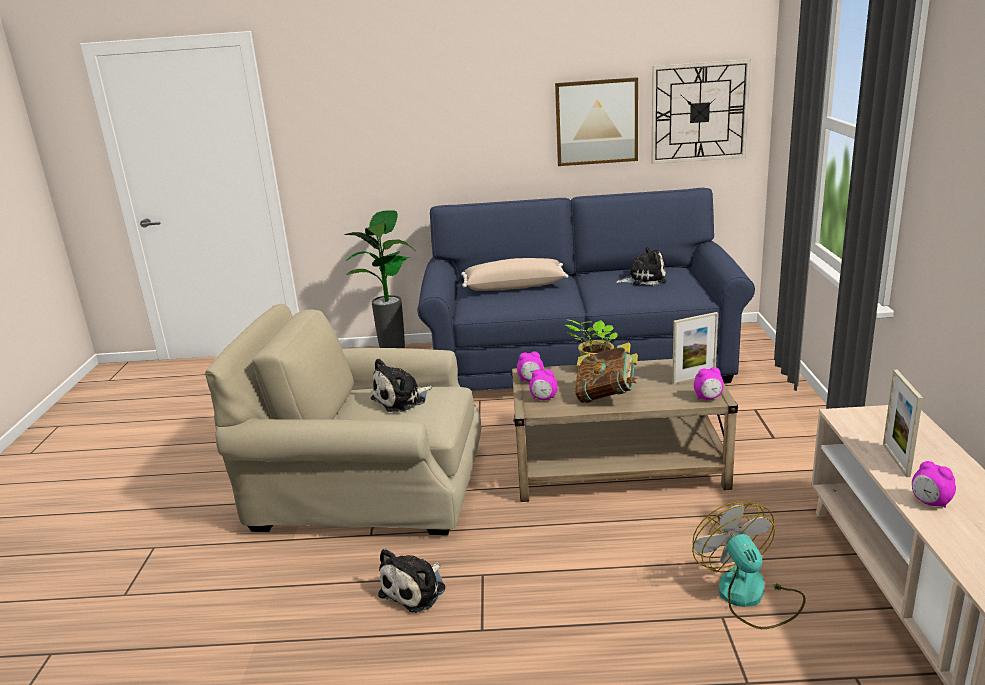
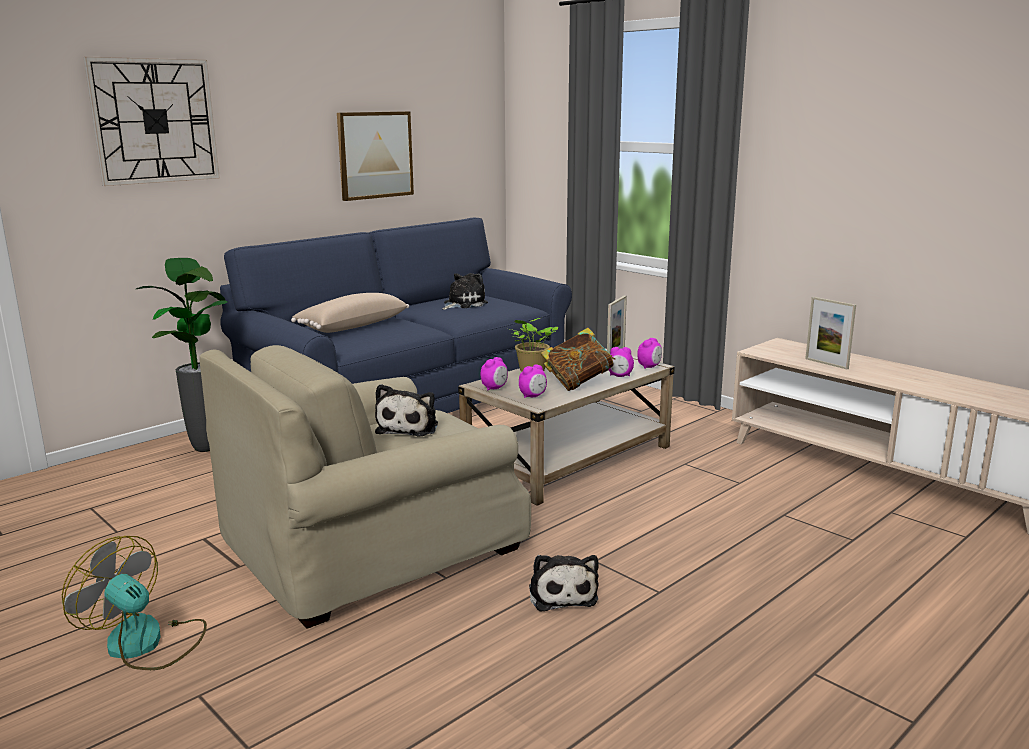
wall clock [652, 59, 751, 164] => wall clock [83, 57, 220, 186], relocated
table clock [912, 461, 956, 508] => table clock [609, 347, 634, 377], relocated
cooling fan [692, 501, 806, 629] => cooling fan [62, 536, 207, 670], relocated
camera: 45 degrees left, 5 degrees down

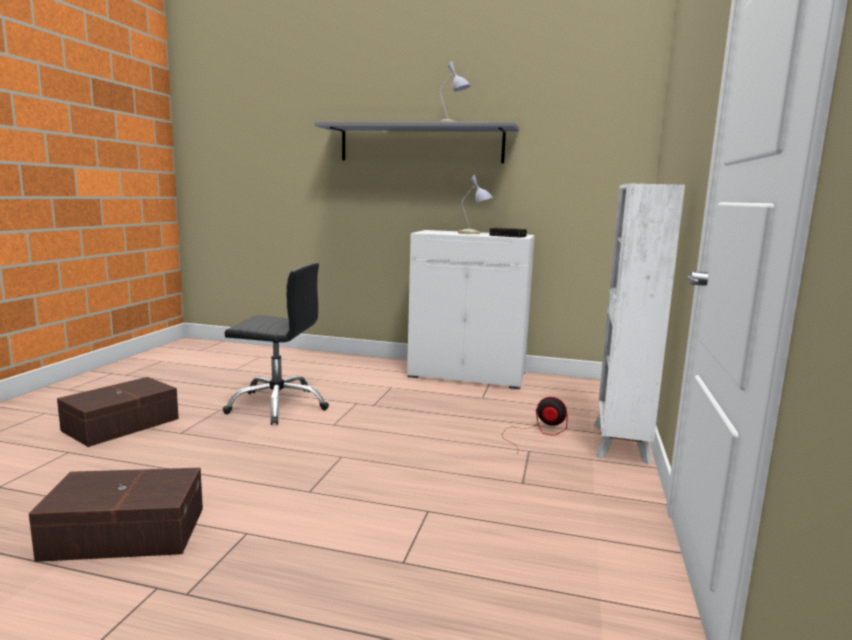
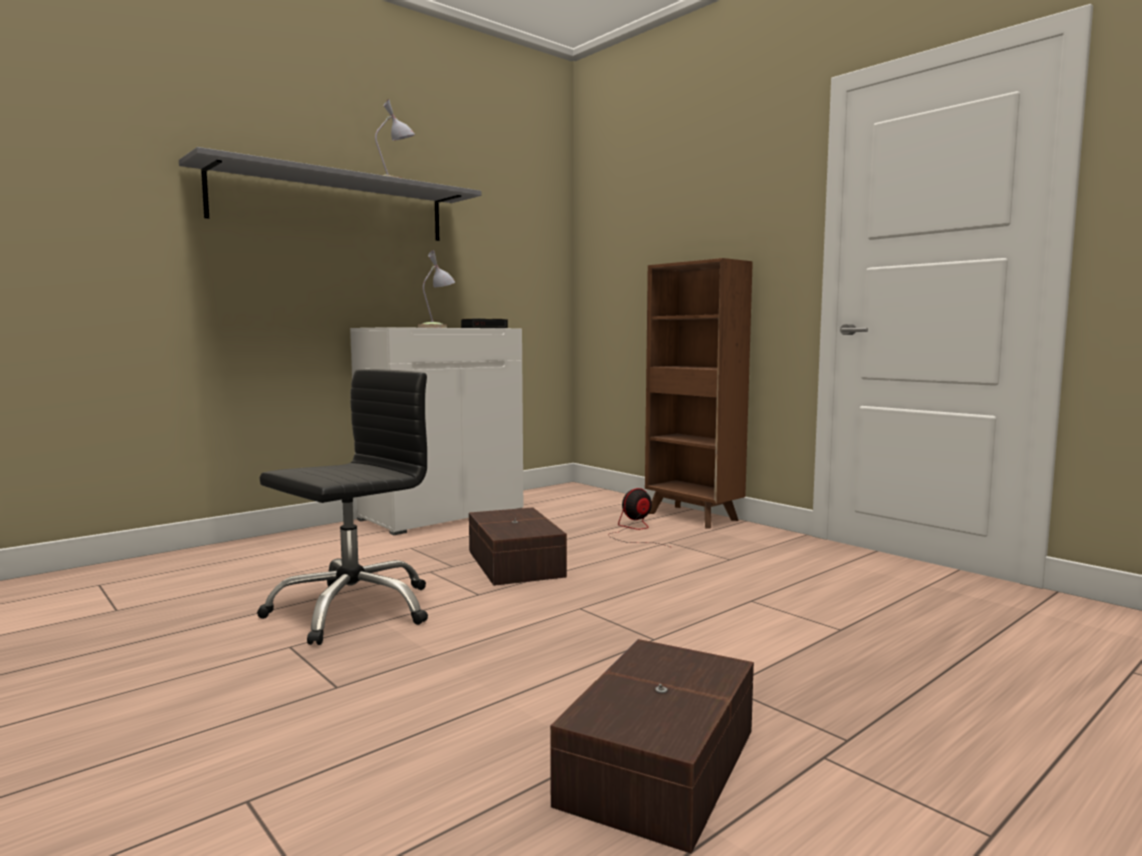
white-coloured bookshelf [594, 183, 685, 464] => brown bookshelf [645, 258, 753, 528]
brown storage container [57, 377, 179, 447] => brown storage container [469, 507, 567, 586], relocated
camera: 55 degrees left, 5 degrees down

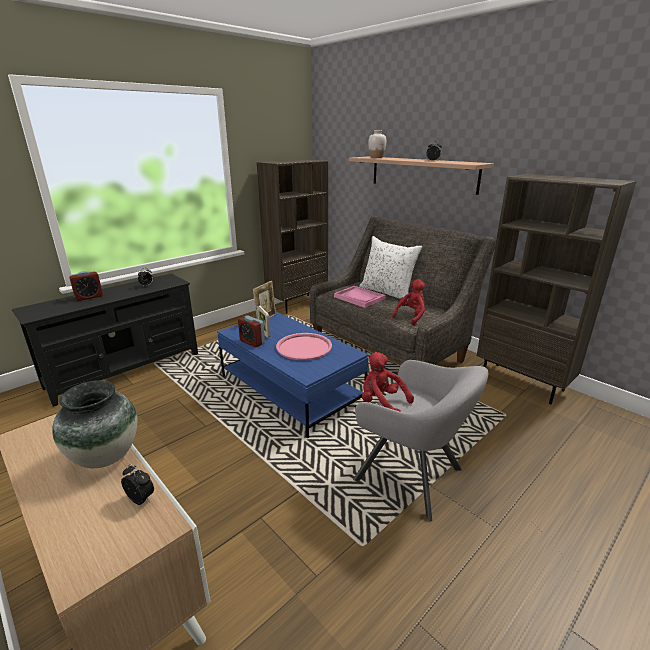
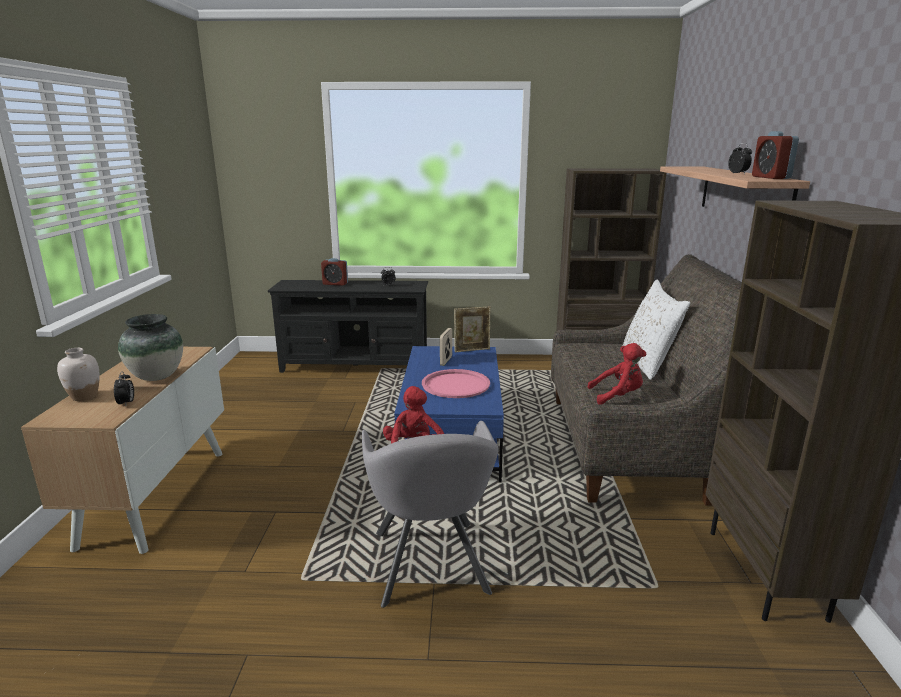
white-coloured vase [368, 130, 386, 158] => white-coloured vase [57, 348, 99, 401], relocated
pinkish serving tray [334, 286, 386, 308] => nothing
table clock [238, 315, 265, 347] => table clock [752, 131, 799, 179], relocated
camera: 45 degrees right, 5 degrees down

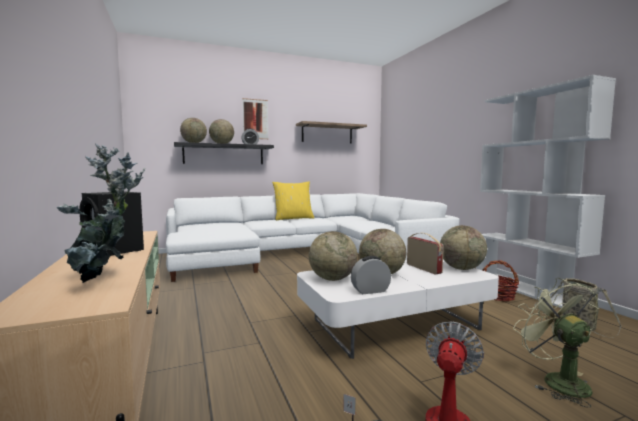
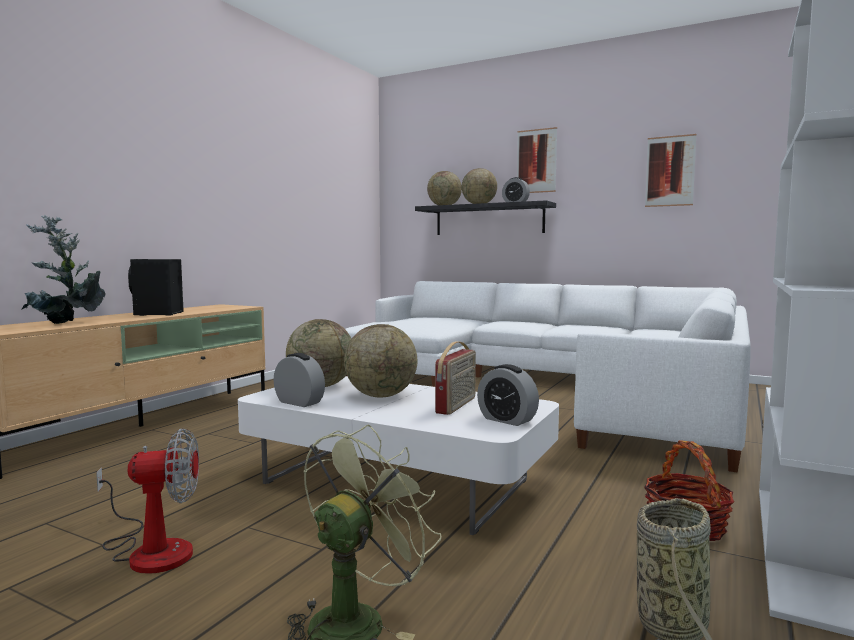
shelf [296, 121, 367, 143] => picture [645, 134, 697, 207]
yellow-coloured pillow [272, 182, 314, 220] => nothing
globe [440, 225, 487, 270] => table clock [477, 364, 539, 426]
camera: 50 degrees right, 0 degrees up

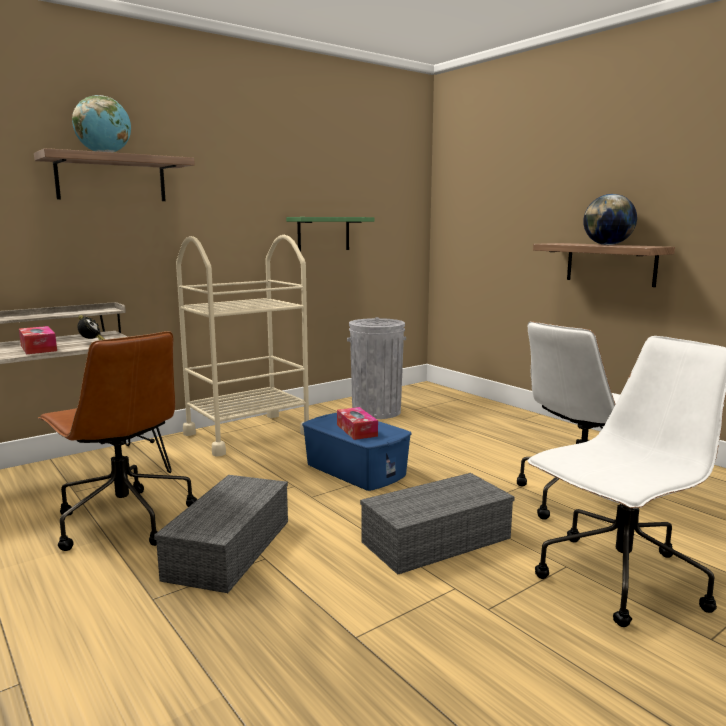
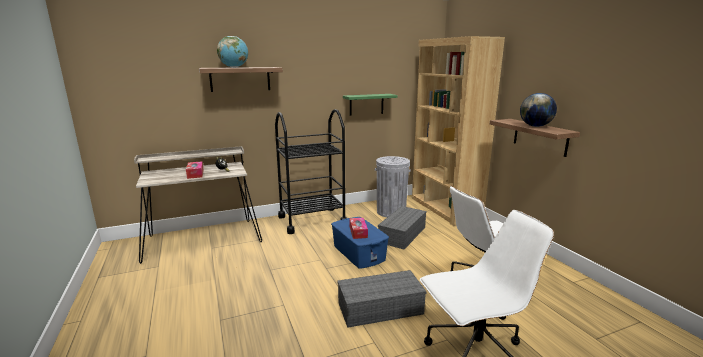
beige wheeled cart [176, 235, 309, 457] => black-coloured wheeled cart [275, 109, 347, 234]
brown computer chair [38, 331, 197, 551] => nothing
gray storage container [154, 475, 288, 593] => gray storage container [378, 206, 427, 250], relocated
nothing => brown bookshelf [412, 36, 505, 226]
camera: 15 degrees right, 5 degrees up

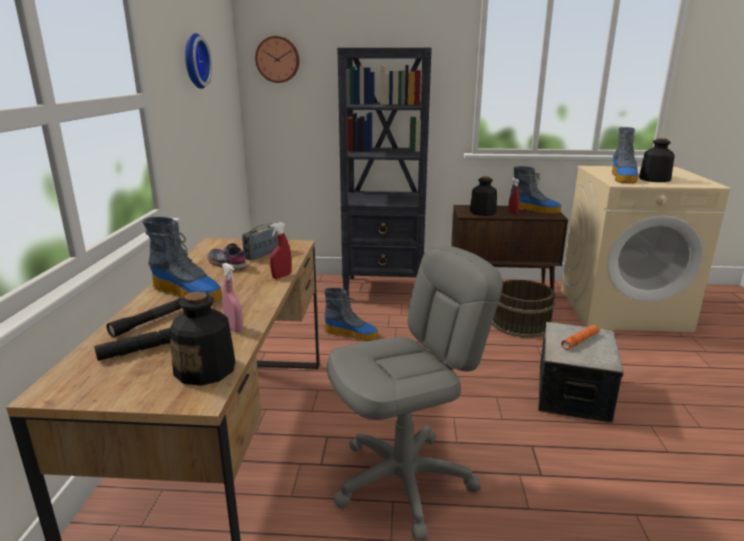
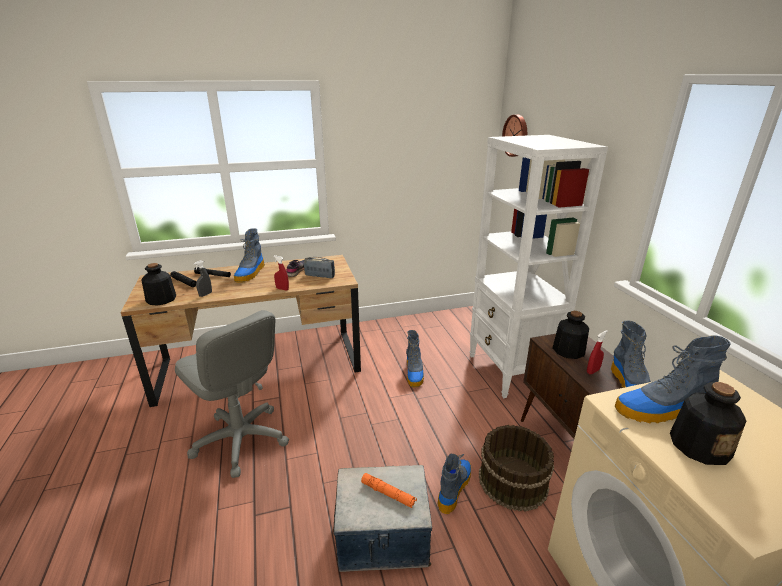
wall clock [185, 33, 212, 89] => nothing
black-coloured bookshelf [337, 48, 432, 296] => white-coloured bookshelf [470, 135, 608, 398]
pinkish spray bottle [222, 263, 243, 333] => gray spray bottle [193, 260, 212, 297]
nothing => tall boot [437, 453, 471, 514]
camera: 70 degrees right, 5 degrees up

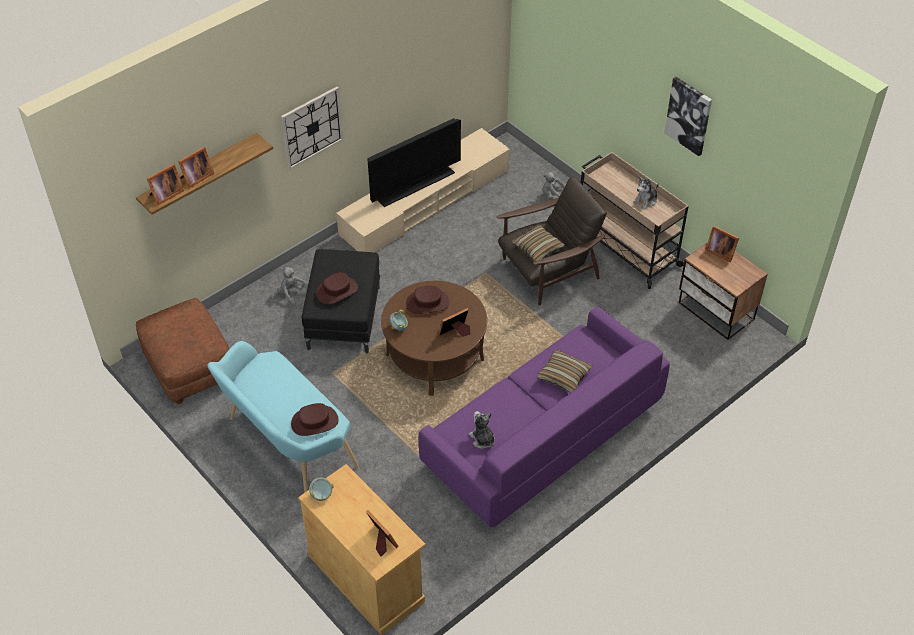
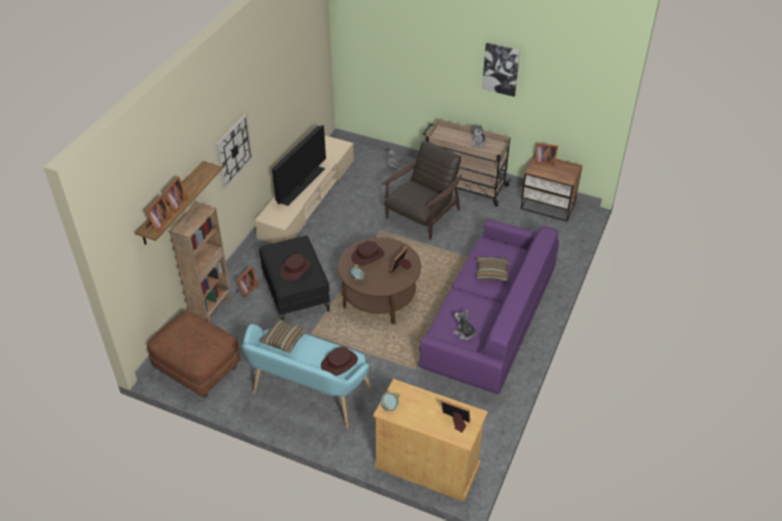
pillow [512, 225, 565, 261] => pillow [260, 318, 307, 353], relocated
gray cuddly toy [277, 267, 308, 306] => picture frame [236, 267, 259, 297]
nothing => brown bookshelf [169, 202, 231, 323]
camera: 25 degrees left, 5 degrees down

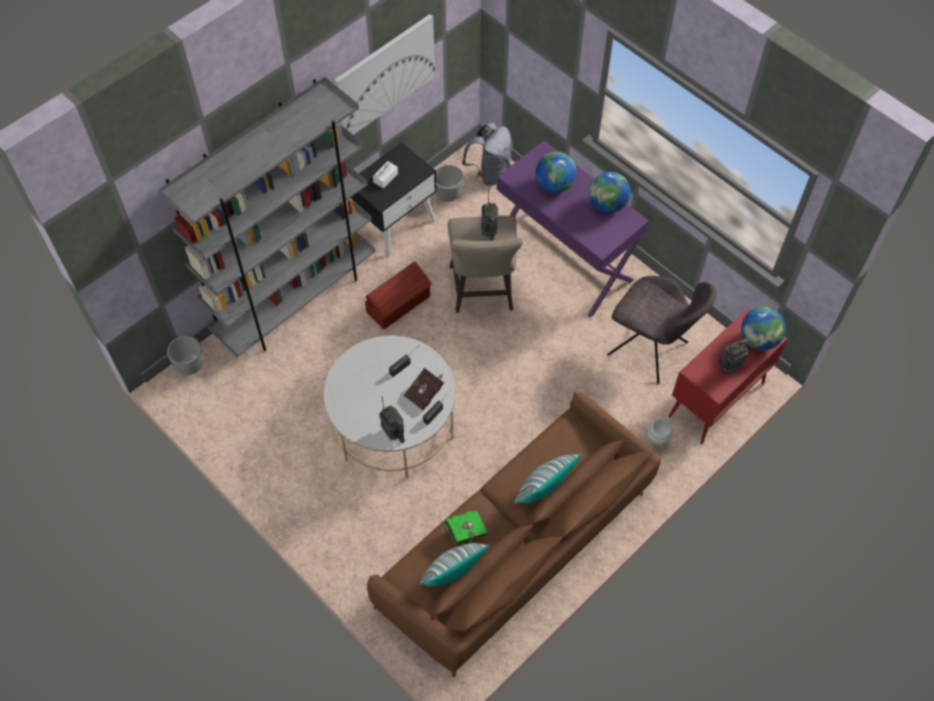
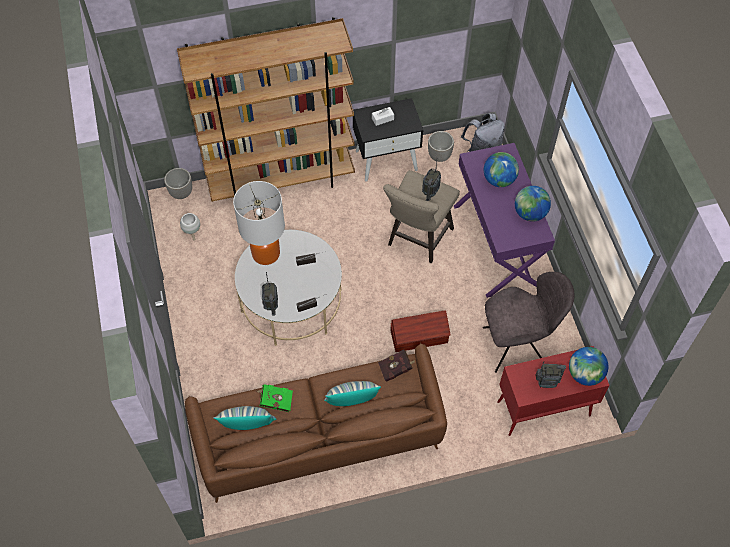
picture [334, 14, 435, 135] => nothing
gray bookshelf [158, 77, 375, 357] => brown bookshelf [177, 17, 355, 202]
brown storage container [365, 261, 432, 329] => brown storage container [391, 310, 450, 352], relocated
gray plain chair [607, 276, 716, 384] => gray plain chair [483, 272, 575, 373], 75 degrees counterclockwise
reddish bound book [404, 368, 444, 410] => reddish bound book [378, 349, 415, 382], relocated
white-coloured flower pot [647, 419, 673, 450] => white-coloured flower pot [180, 213, 200, 240], relocated
nothing => tabletop lamp [233, 181, 285, 265]
camera: 30 degrees right, 0 degrees up

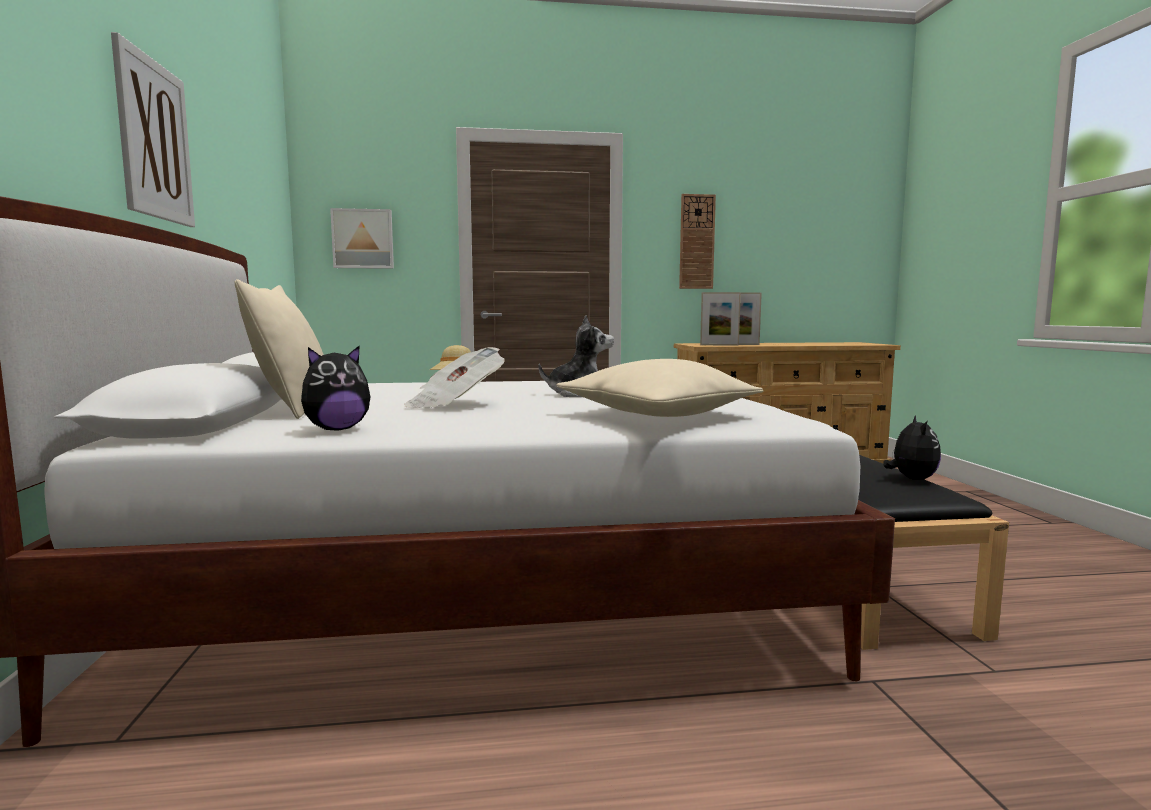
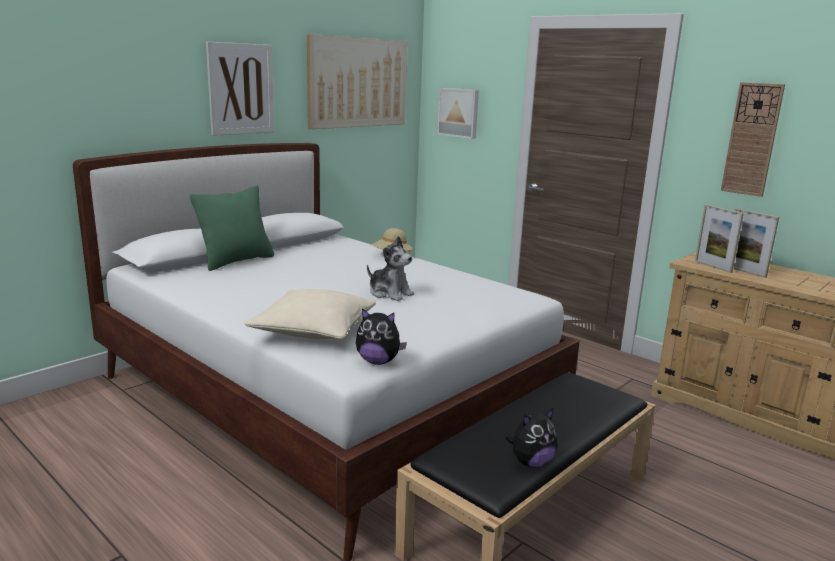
beige pillow [235, 279, 324, 419] => greenish pillow [190, 185, 274, 271]
cuddly toy [301, 346, 370, 431] => cuddly toy [356, 308, 407, 365], relocated
newspaper [404, 347, 505, 408] => nothing
nothing => picture [307, 34, 407, 129]
camera: 50 degrees right, 10 degrees up

